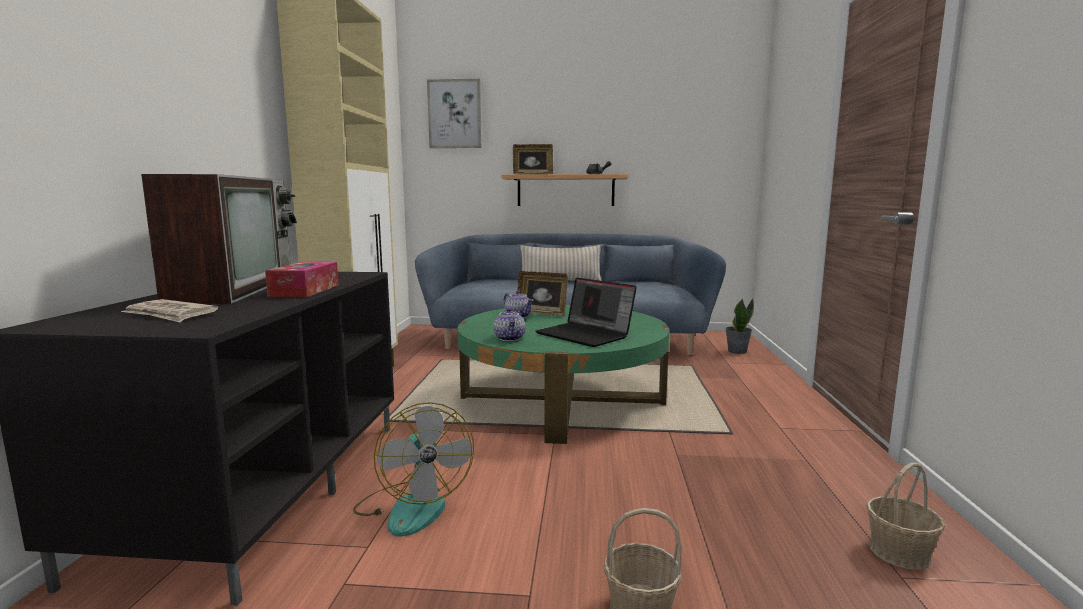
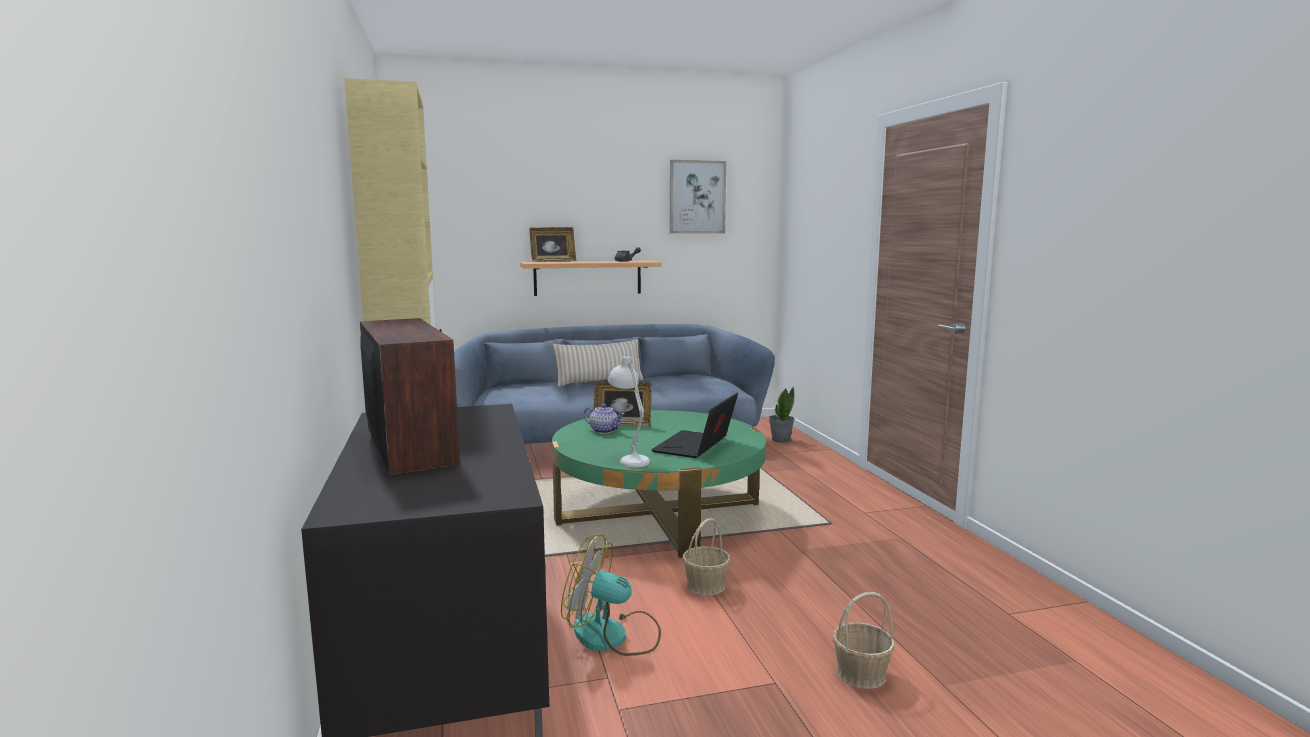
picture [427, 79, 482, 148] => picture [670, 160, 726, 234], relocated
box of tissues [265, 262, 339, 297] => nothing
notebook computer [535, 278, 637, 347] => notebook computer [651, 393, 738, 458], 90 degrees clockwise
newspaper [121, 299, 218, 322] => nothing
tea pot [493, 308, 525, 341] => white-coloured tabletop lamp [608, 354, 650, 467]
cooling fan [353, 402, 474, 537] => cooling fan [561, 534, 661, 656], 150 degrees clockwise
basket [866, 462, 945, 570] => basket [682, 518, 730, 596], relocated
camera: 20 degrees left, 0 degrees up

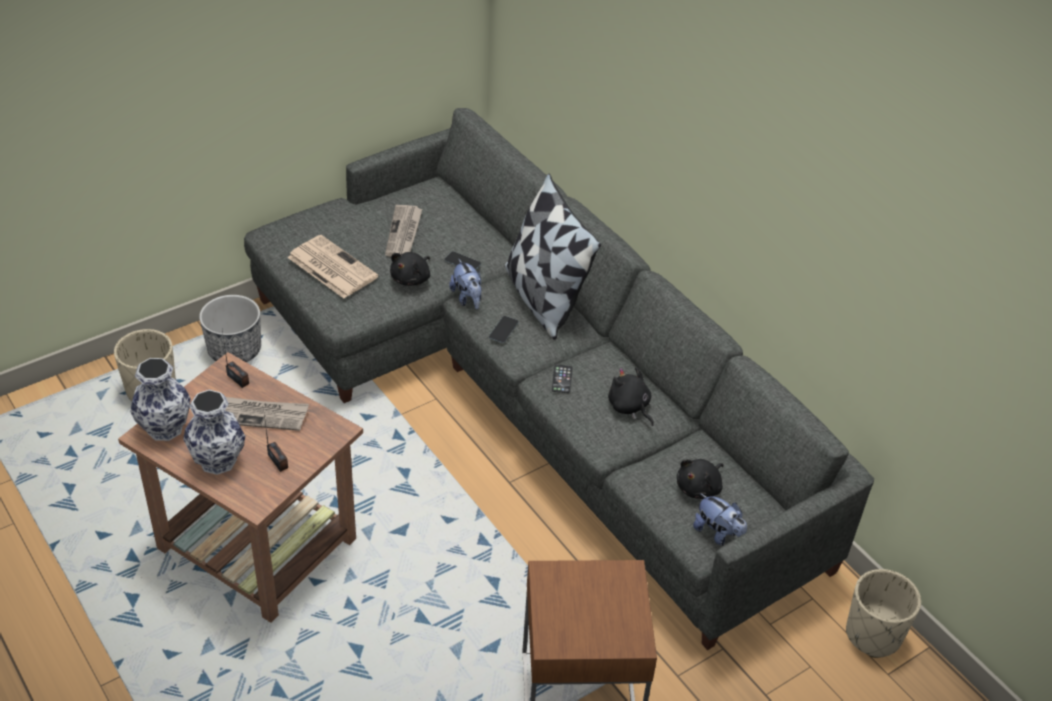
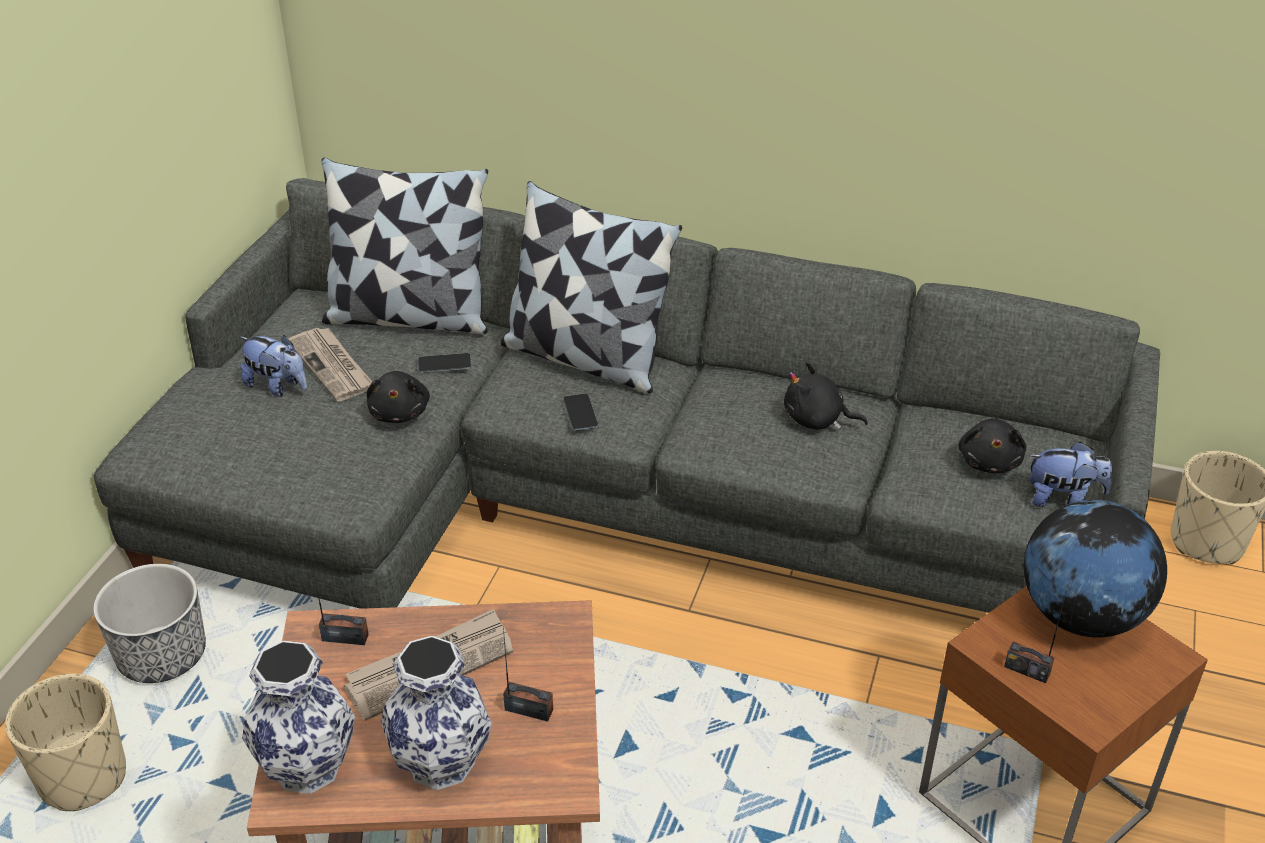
newspaper [287, 235, 378, 298] => nothing
cuddly toy [449, 259, 482, 309] => cuddly toy [240, 335, 307, 397], relocated
handset [552, 365, 573, 393] => nothing
nothing => pillow [321, 157, 488, 334]
nothing => globe [1024, 500, 1167, 638]
nothing => radio receiver [1004, 590, 1067, 683]
camera: 35 degrees left, 5 degrees down

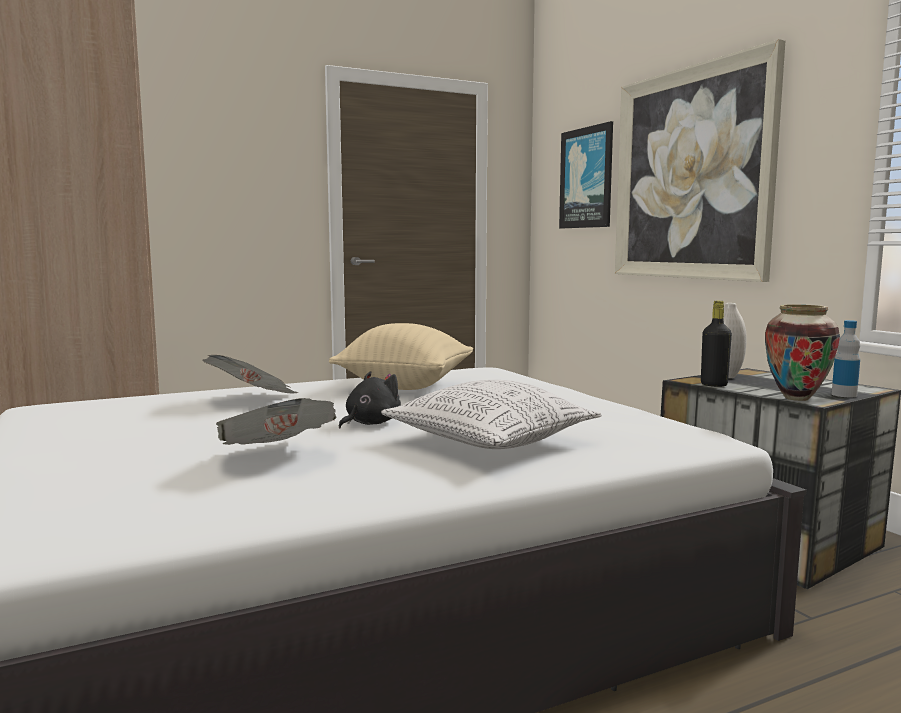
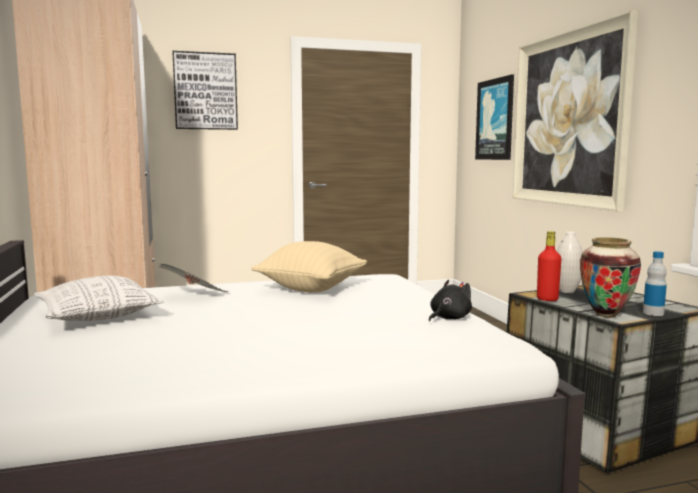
black-coloured drink bottle [701, 301, 732, 387] => reddish drink bottle [537, 231, 561, 301]
black-coloured cuddly toy [339, 371, 401, 428] => black-coloured cuddly toy [429, 280, 472, 322], relocated
pillow [381, 380, 602, 449] => pillow [34, 276, 164, 321], relocated
newspaper [216, 398, 336, 445] => nothing
nothing => picture [172, 51, 238, 130]
camera: 10 degrees right, 0 degrees up

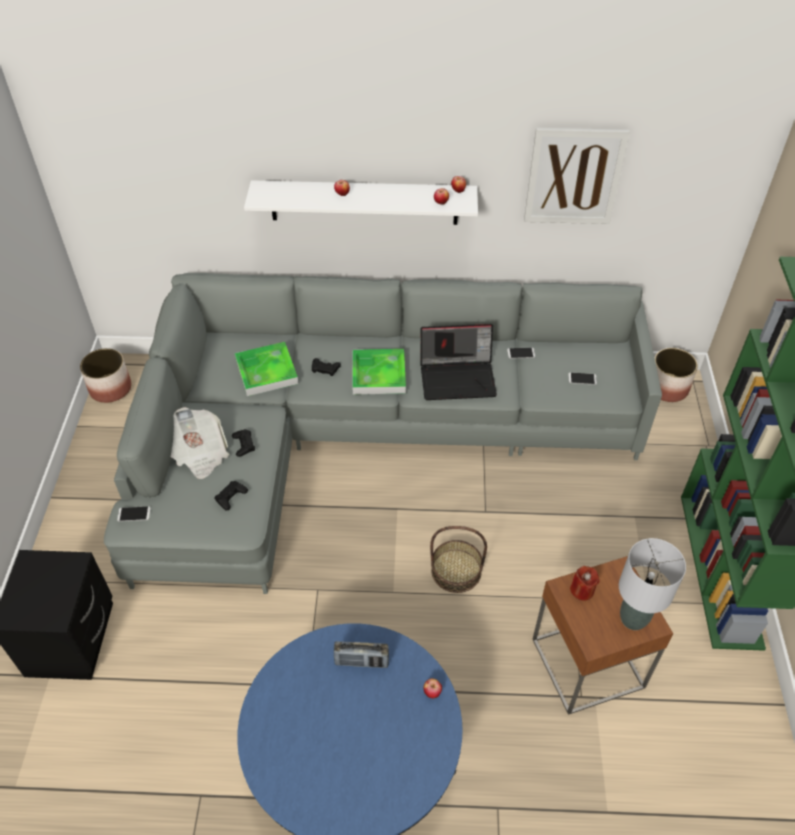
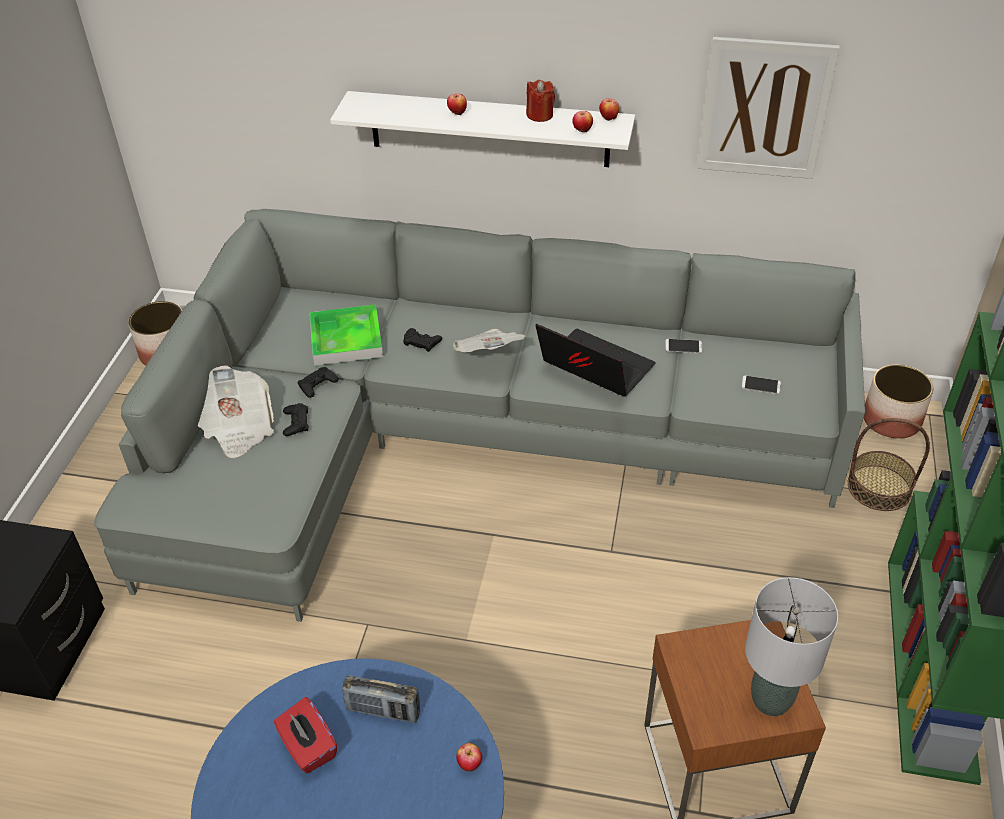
notebook computer [420, 324, 497, 400] => notebook computer [536, 324, 656, 397], 150 degrees counterclockwise
serving tray [352, 349, 406, 395] => newspaper [453, 329, 525, 352]
black-coloured joypad [214, 481, 248, 510] => black-coloured joypad [297, 367, 339, 398], relocated
handset [117, 506, 151, 522] => nothing
basket [430, 526, 487, 593] => basket [848, 418, 930, 511], relocated
reddish wax candle [570, 566, 600, 601] => reddish wax candle [526, 80, 555, 122], relocated
nothing => reddish box of tissues [274, 697, 337, 774]
camera: 10 degrees right, 5 degrees down

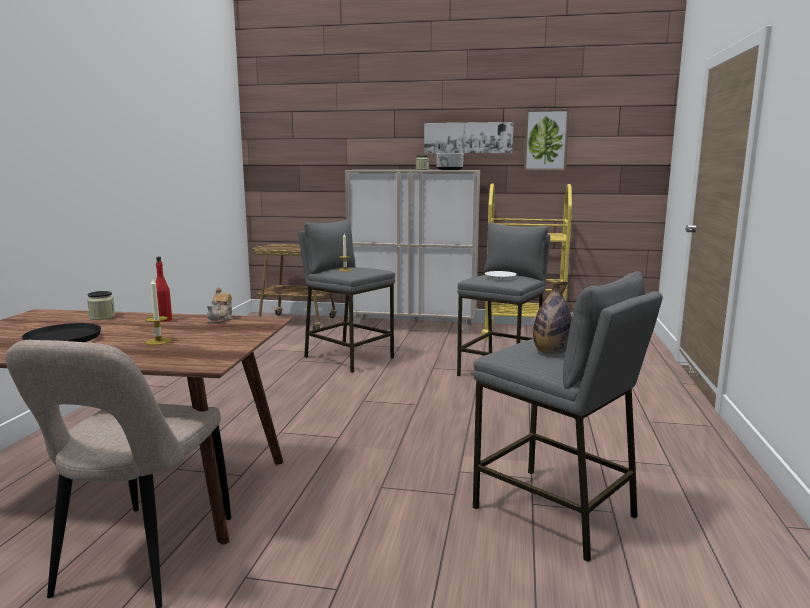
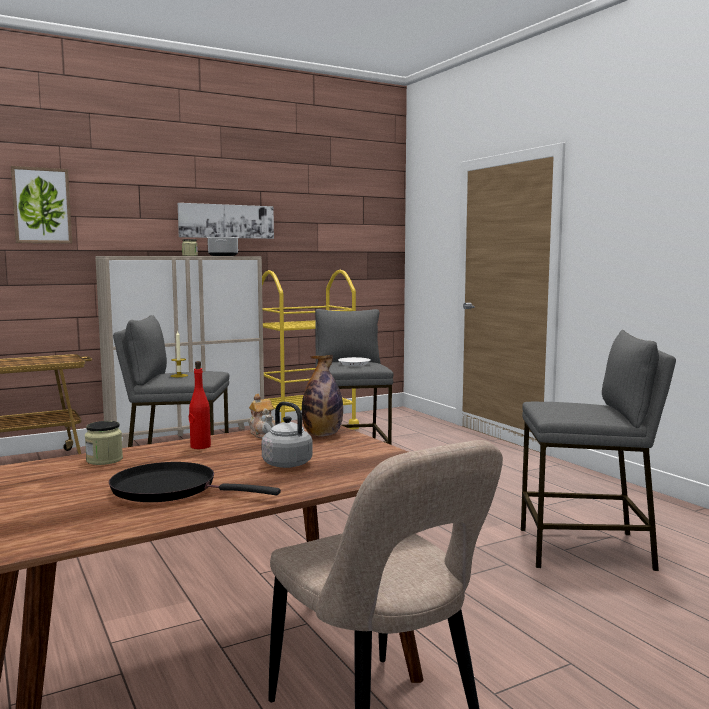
picture [524, 109, 570, 171] => picture [11, 166, 72, 243], relocated
wax candle [145, 277, 171, 345] => gray tea kettle [261, 402, 313, 468]
drink bottle [533, 280, 572, 354] => drink bottle [302, 355, 343, 436], relocated
camera: 40 degrees left, 5 degrees down

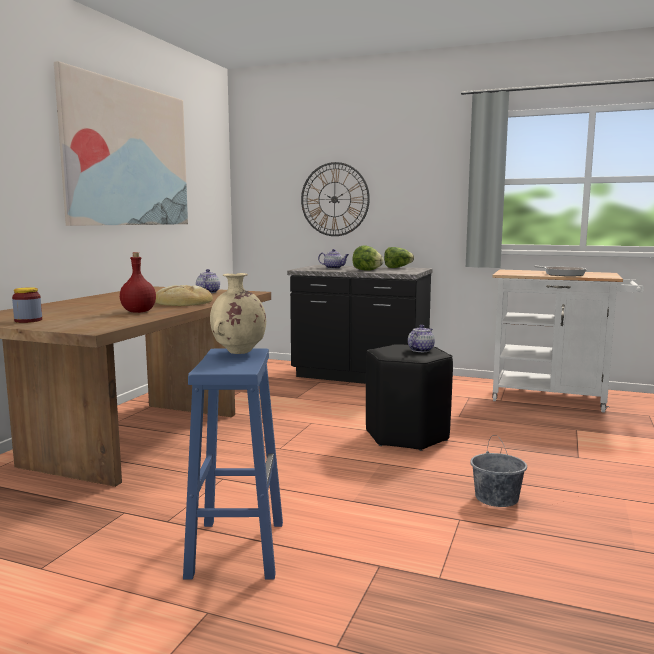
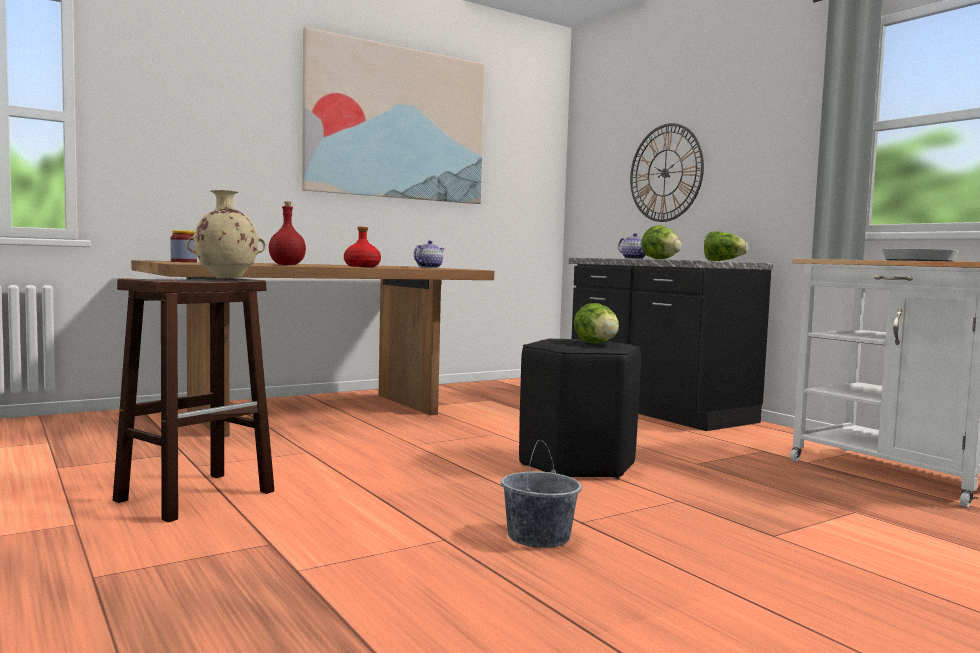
baked bread [155, 285, 213, 306] => reddish drink bottle [344, 227, 381, 267]
tea pot [408, 325, 435, 352] => lettuce head [574, 303, 619, 344]
blue-coloured stool seat [183, 349, 283, 579] => brown stool seat [113, 278, 274, 522]
camera: 35 degrees right, 5 degrees down

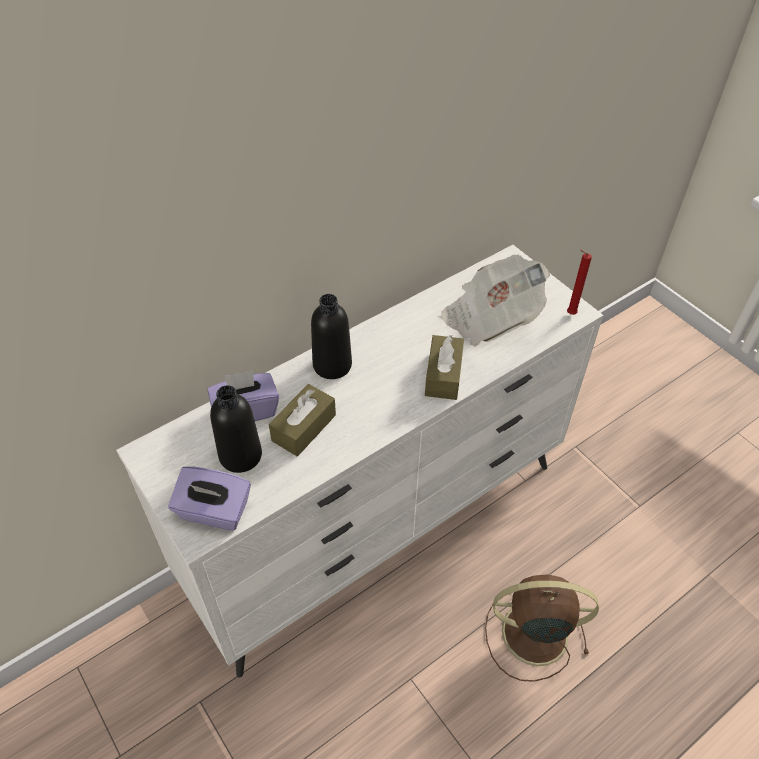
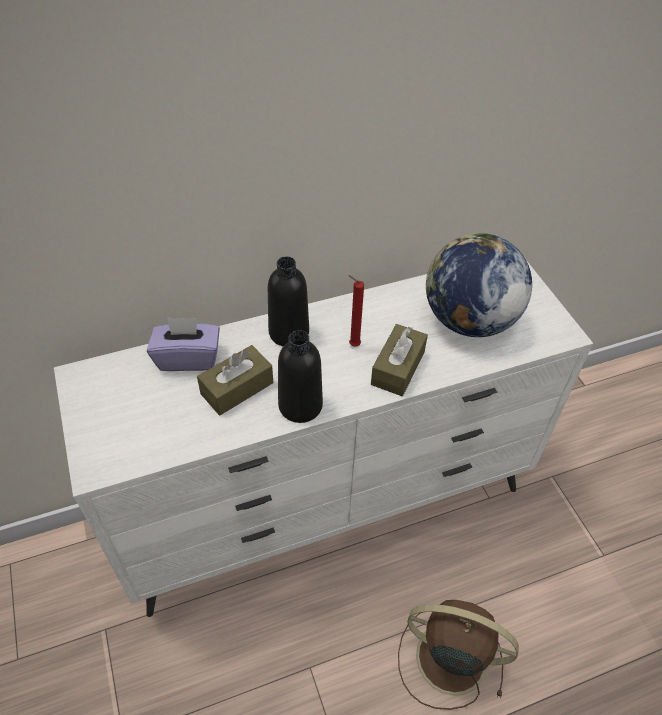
reddish wax candle [567, 250, 592, 315] => reddish wax candle [348, 275, 364, 346], relocated
newspaper [441, 255, 550, 347] => globe [426, 233, 532, 337]
black-coloured drink bottle [210, 385, 262, 473] => black-coloured drink bottle [278, 330, 323, 423], relocated
purple box of tissues [168, 466, 251, 531] => nothing
camera: 15 degrees right, 0 degrees up

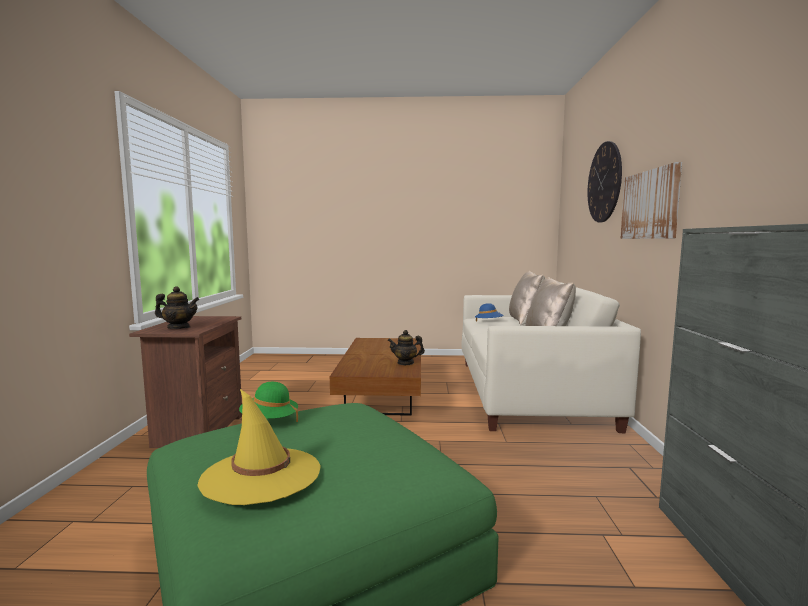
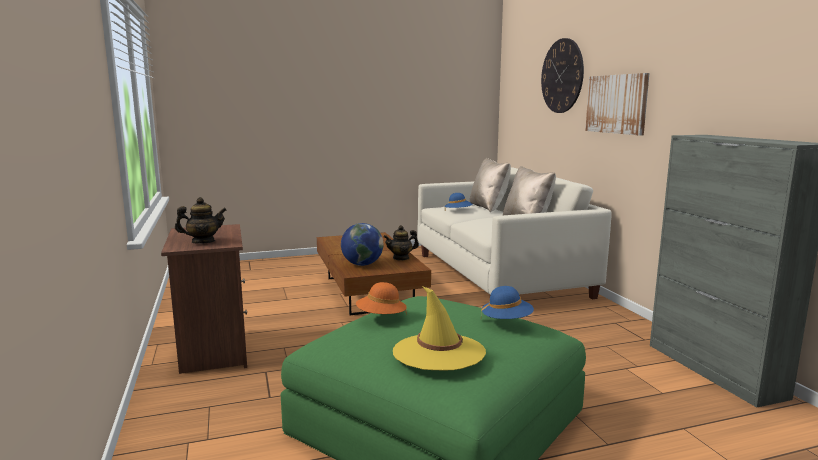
greenish hat [239, 382, 298, 422] => orangey hat [356, 282, 407, 314]
nothing => globe [341, 223, 383, 266]
nothing => blue-coloured hat [481, 286, 534, 319]
camera: 20 degrees left, 5 degrees up

